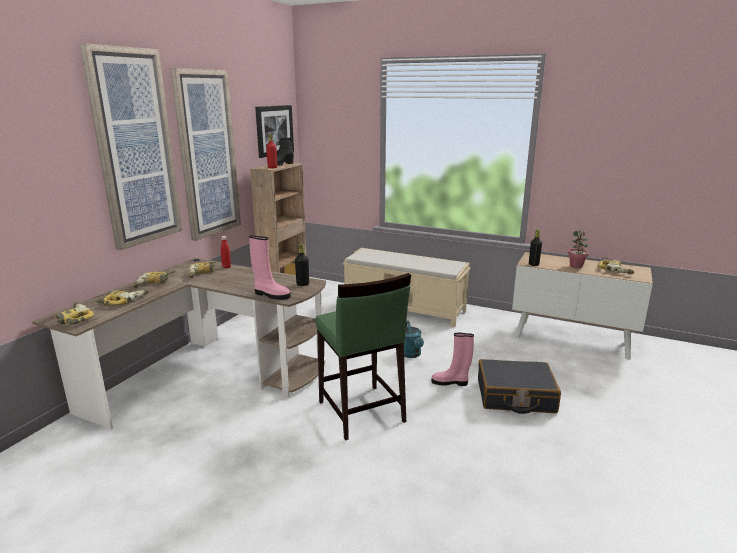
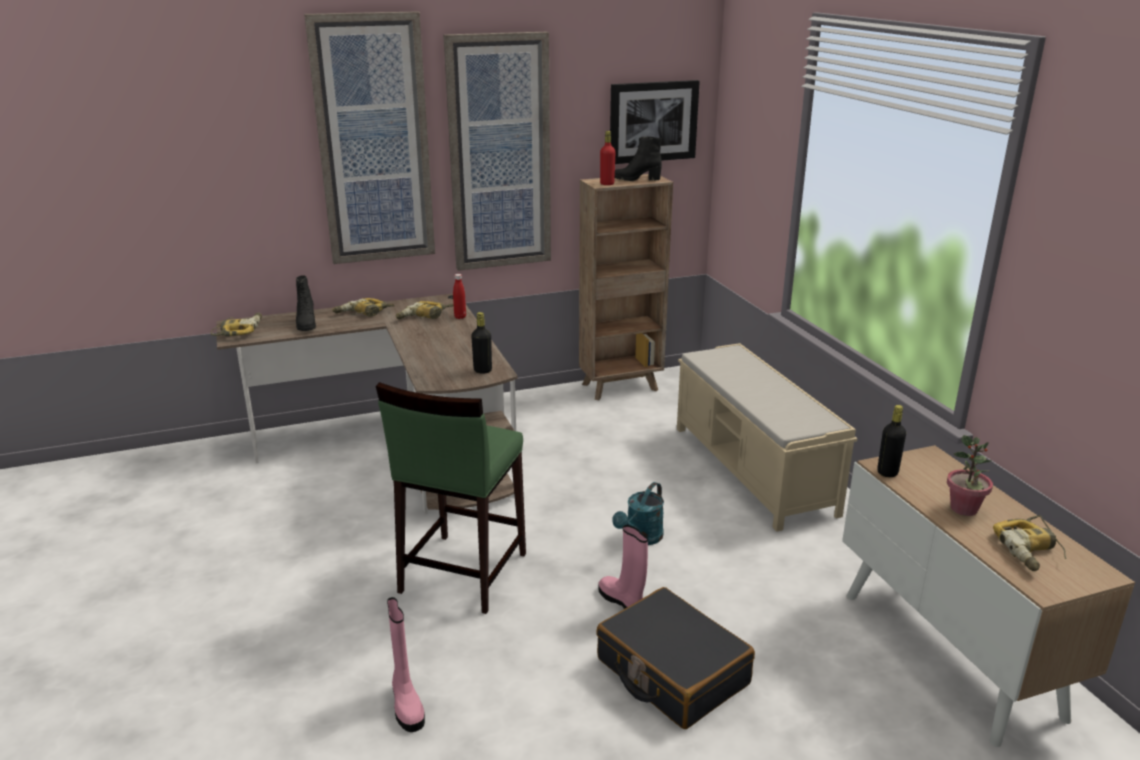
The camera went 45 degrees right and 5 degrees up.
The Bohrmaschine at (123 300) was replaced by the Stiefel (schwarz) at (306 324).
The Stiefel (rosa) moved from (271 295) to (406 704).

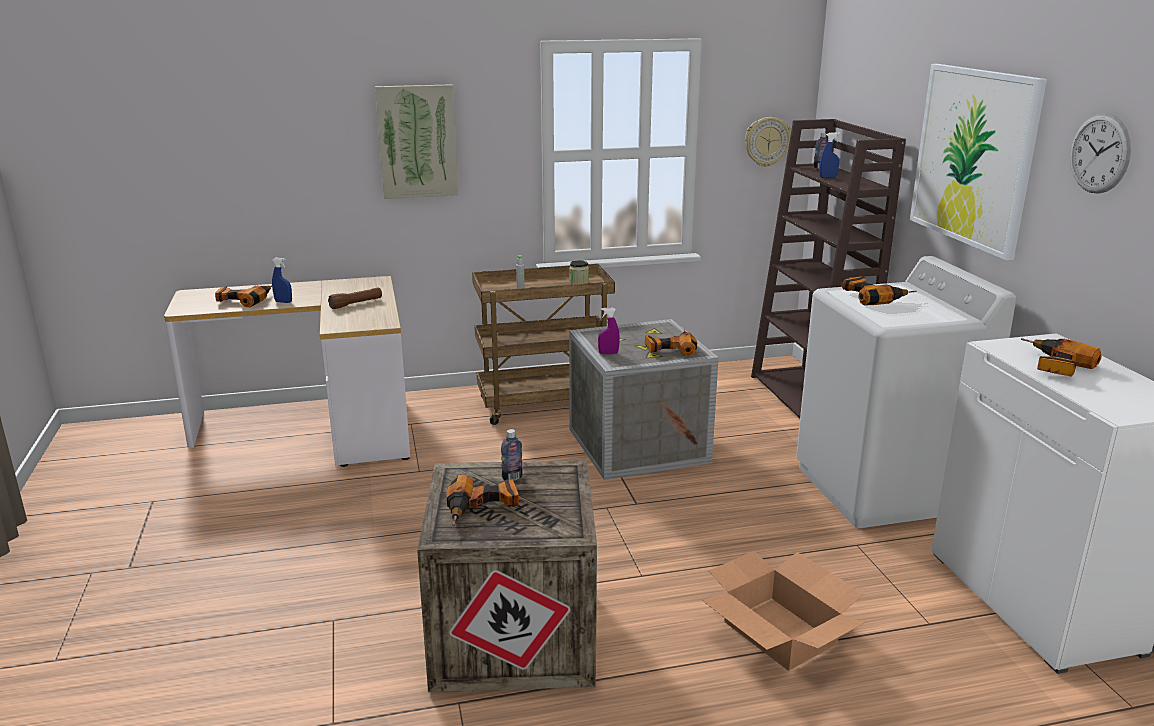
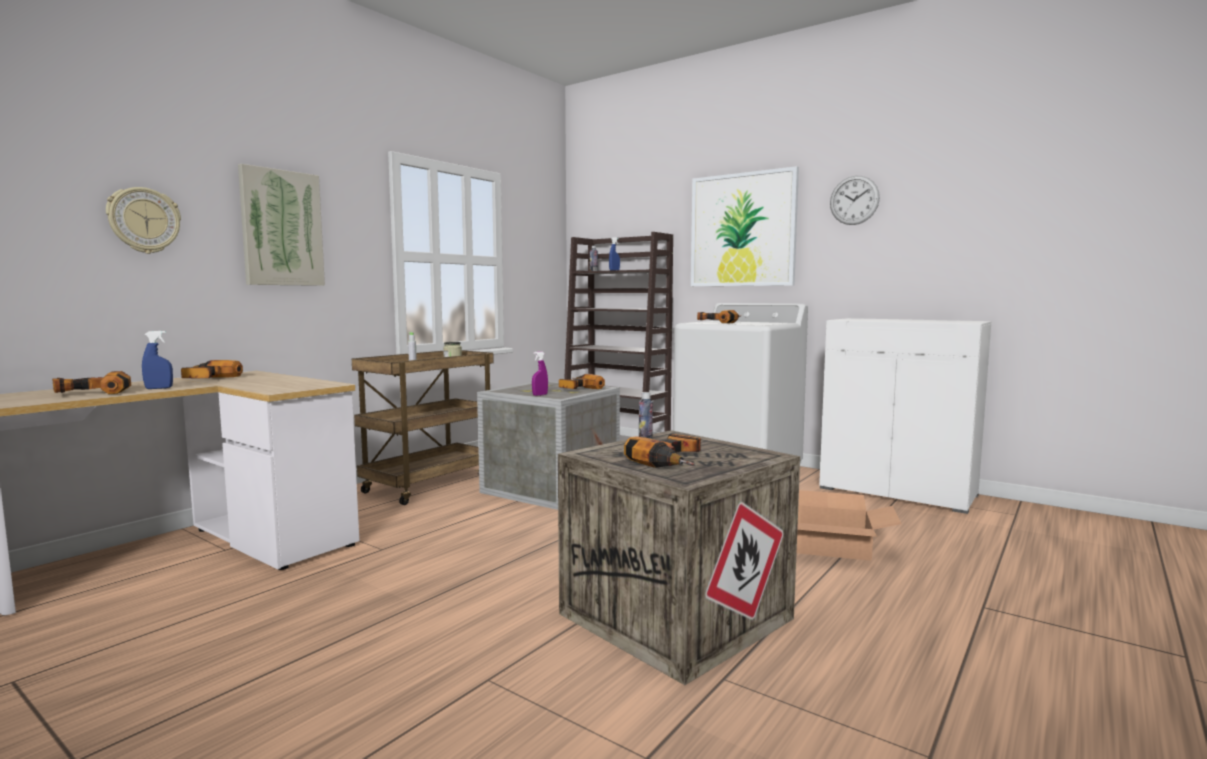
The camera went 40 degrees left and 15 degrees down.
The Taschenlampe (braun) at (356 304) disappeared.
The Wanduhr moved from (766 141) to (144 220).
The Bohrmaschine moved from (1053 366) to (204 379).

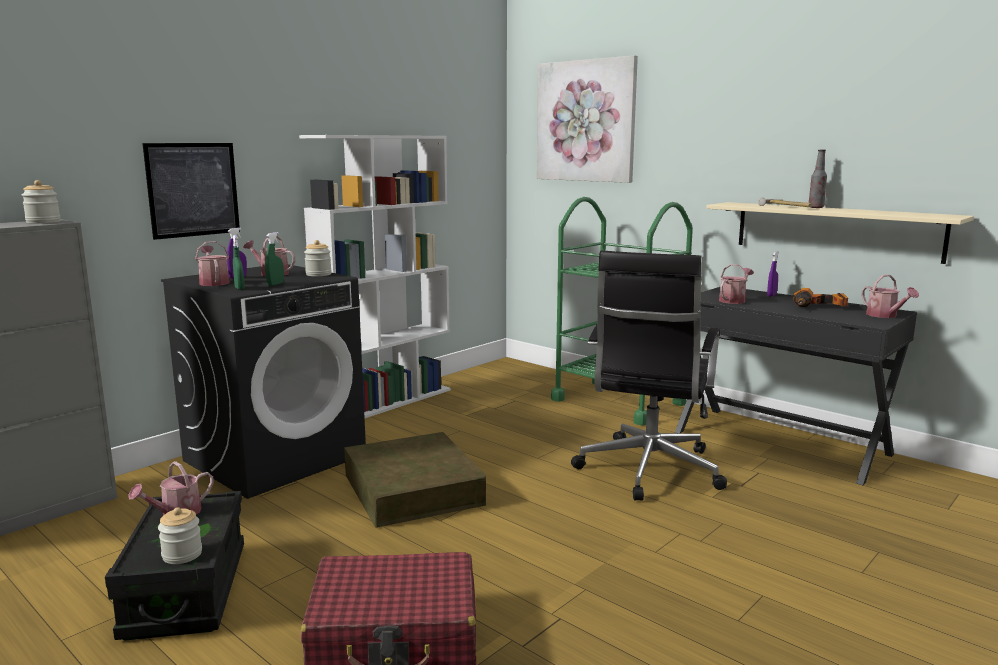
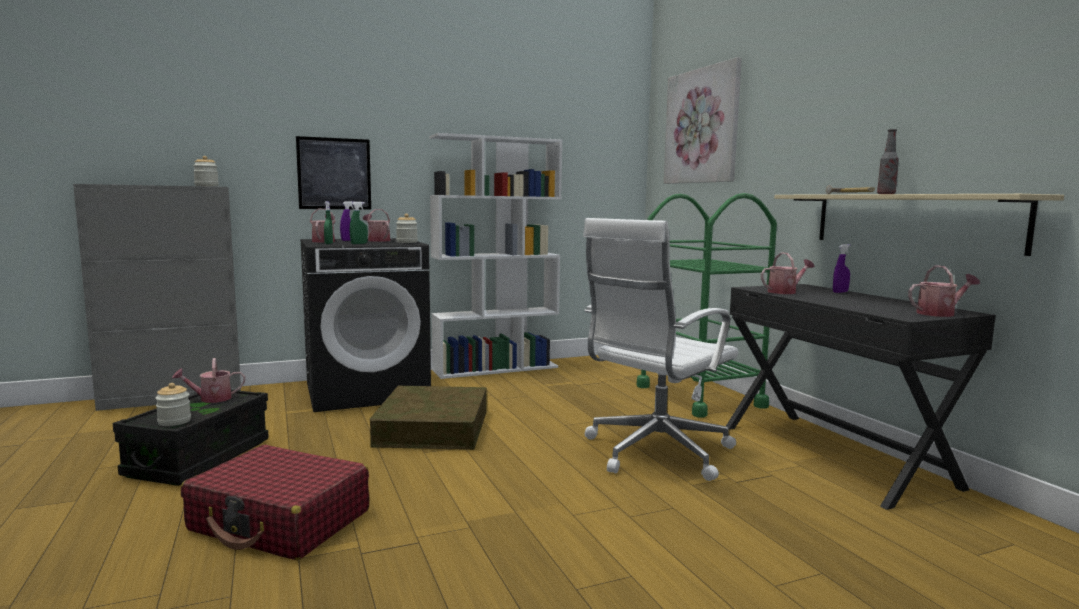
The camera went 25 degrees right and 5 degrees down.
The Bürostuhl (schwarz) at (648 471) became the Bürostuhl (weiß) at (654 452).
The Bohrmaschine at (819 307) disappeared.
The Gießkanne at (885 315) turned 105 degrees counterclockwise.

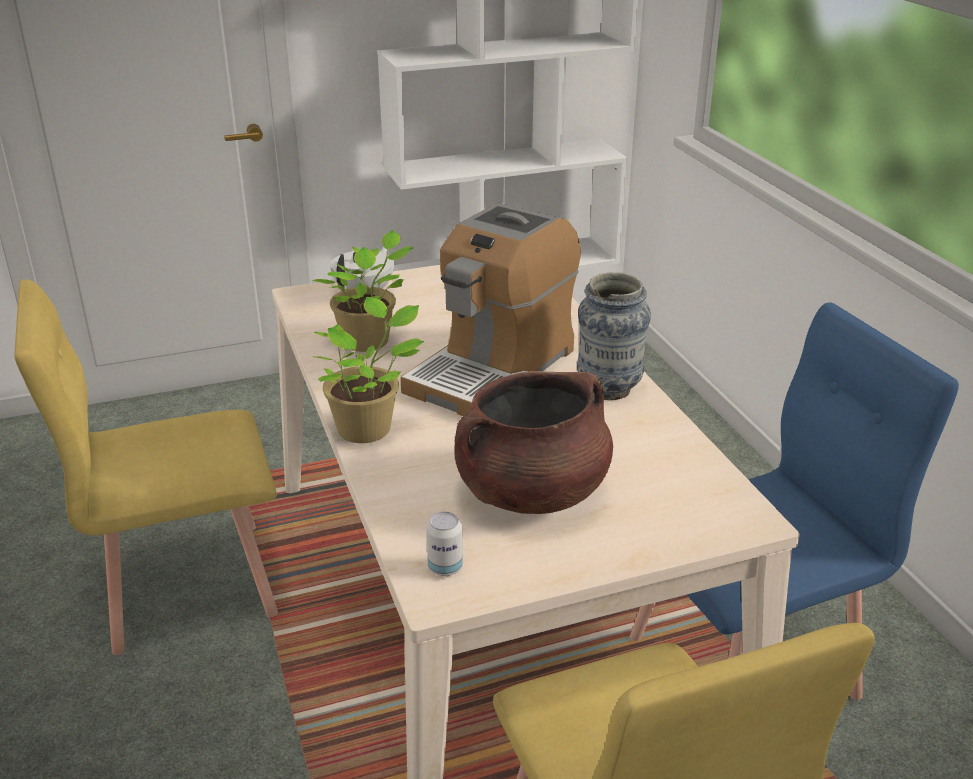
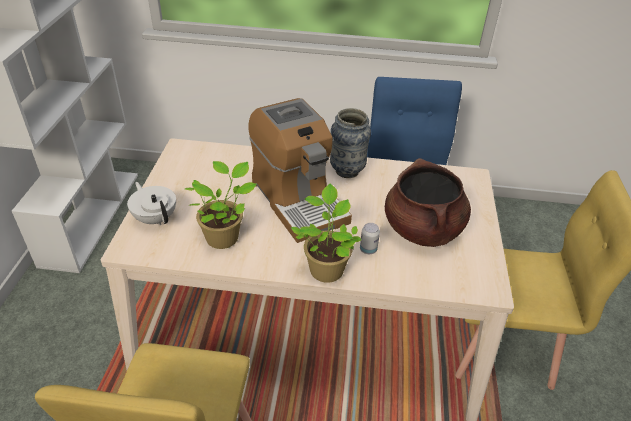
The camera went 65 degrees left and 10 degrees up.
The Dose moved from (445 568) to (368 249).

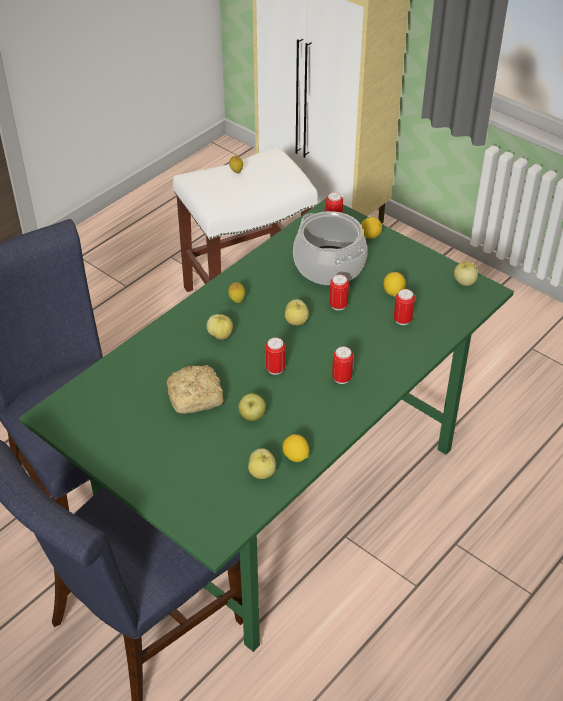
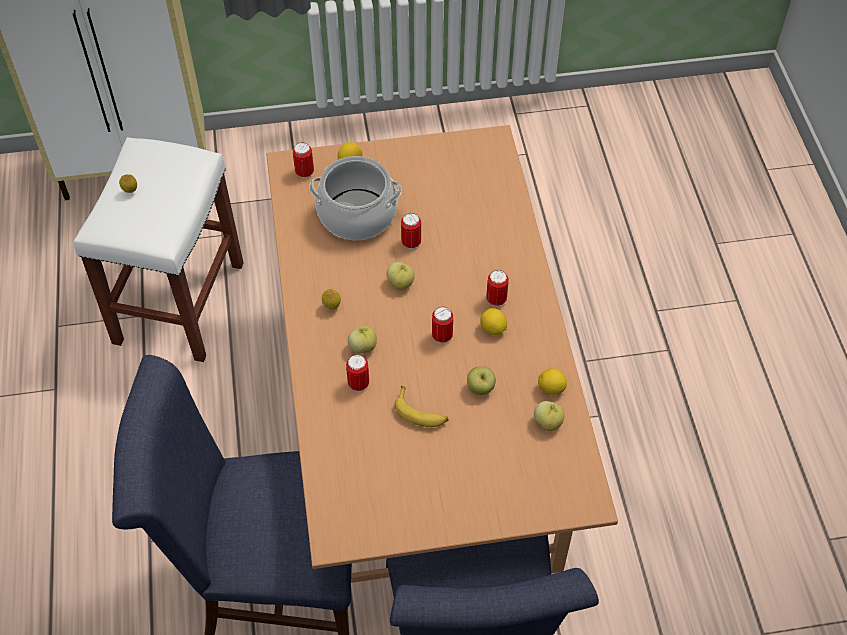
The camera went 50 degrees left and 10 degrees up.
The Esstisch (grün) at (281 490) became the Esstisch (braun) at (426 438).
The Brot at (197 397) was replaced by the Banane at (421 412).
The Zitrone moved from (393 292) to (493 329).
The Dose moved from (402 320) to (358 384).
The Apfel at (464 282) disappeared.

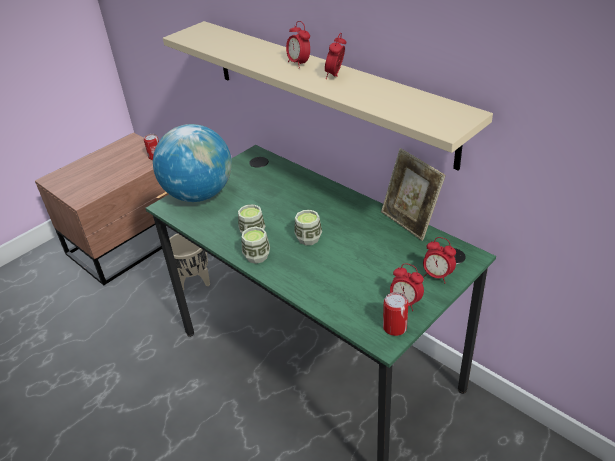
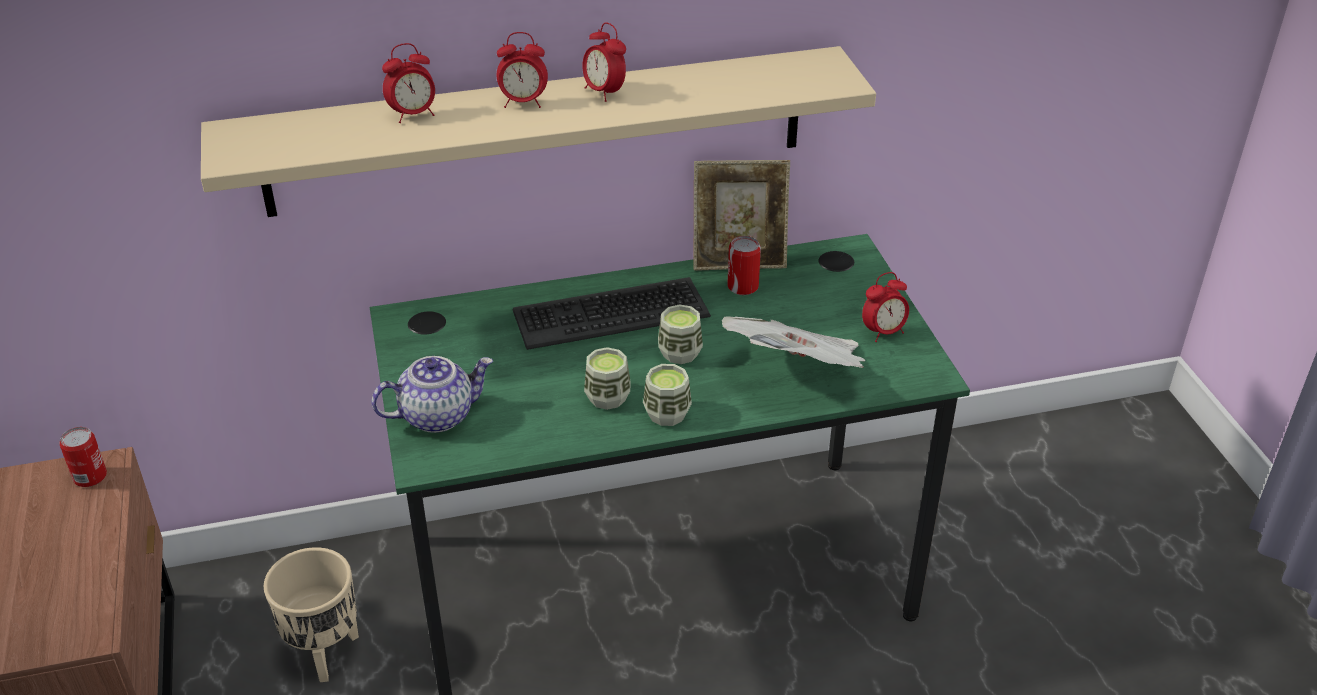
The camera went 60 degrees left and 0 degrees up.
The Globus at (199 194) was replaced by the Teekanne at (437 415).
The Dose moved from (394 327) to (743 286).
The Wecker moved from (437 276) to (413 115).
The Tastatur at (610 313) appeared.
The Zeitung at (798 371) appeared.

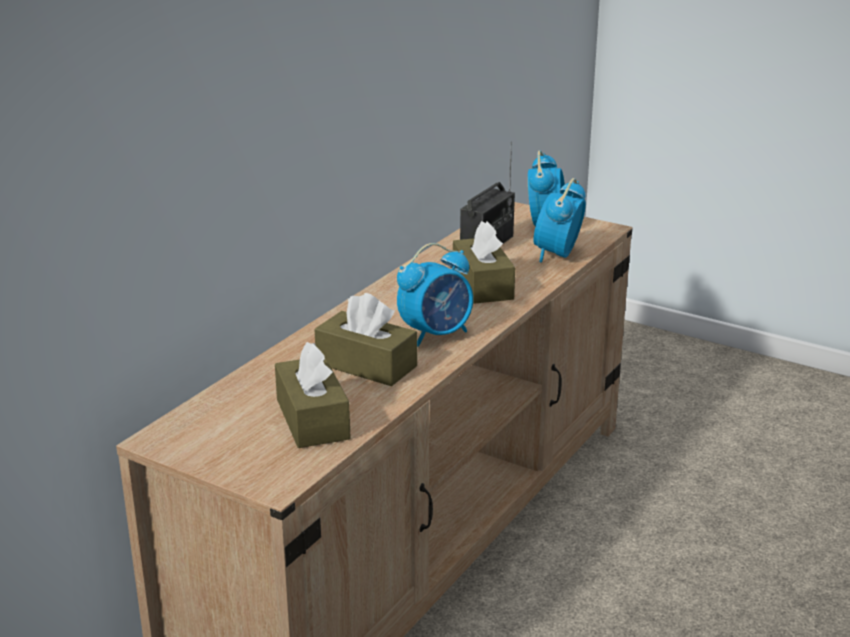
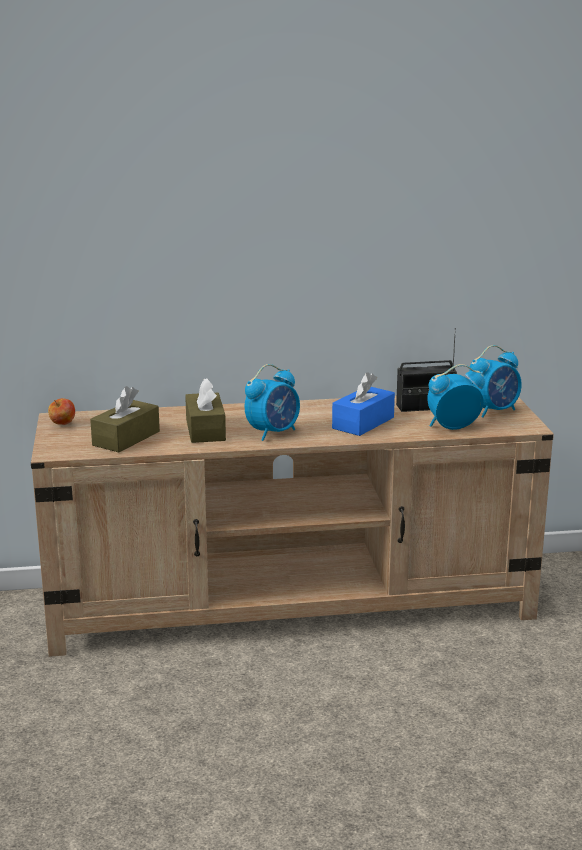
The camera went 50 degrees right and 5 degrees down.
The Wecker at (436 334) turned 60 degrees counterclockwise.
The Taschentuchbox (braun) at (482 285) became the Taschentuchbox (blau) at (363 423).
The Apfel at (63 424) appeared.

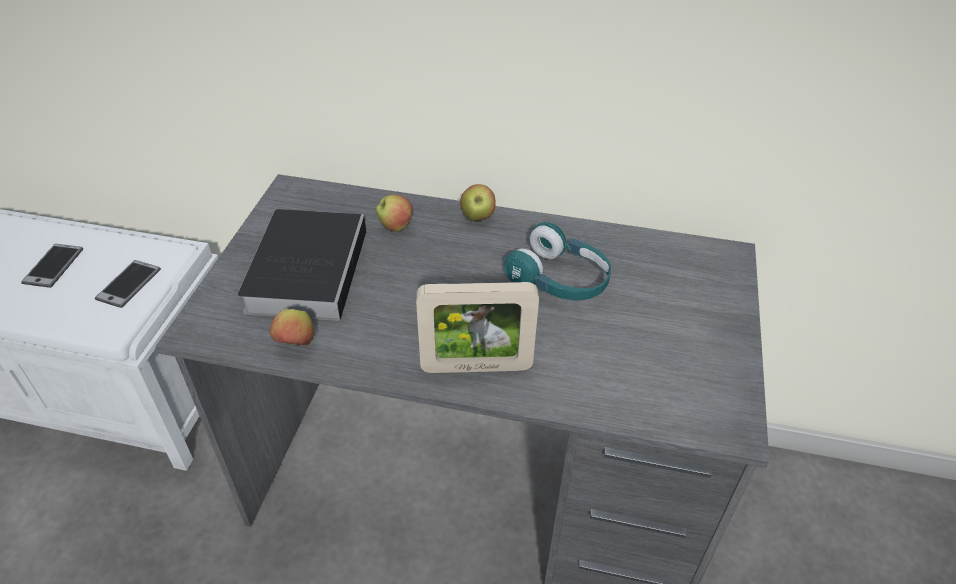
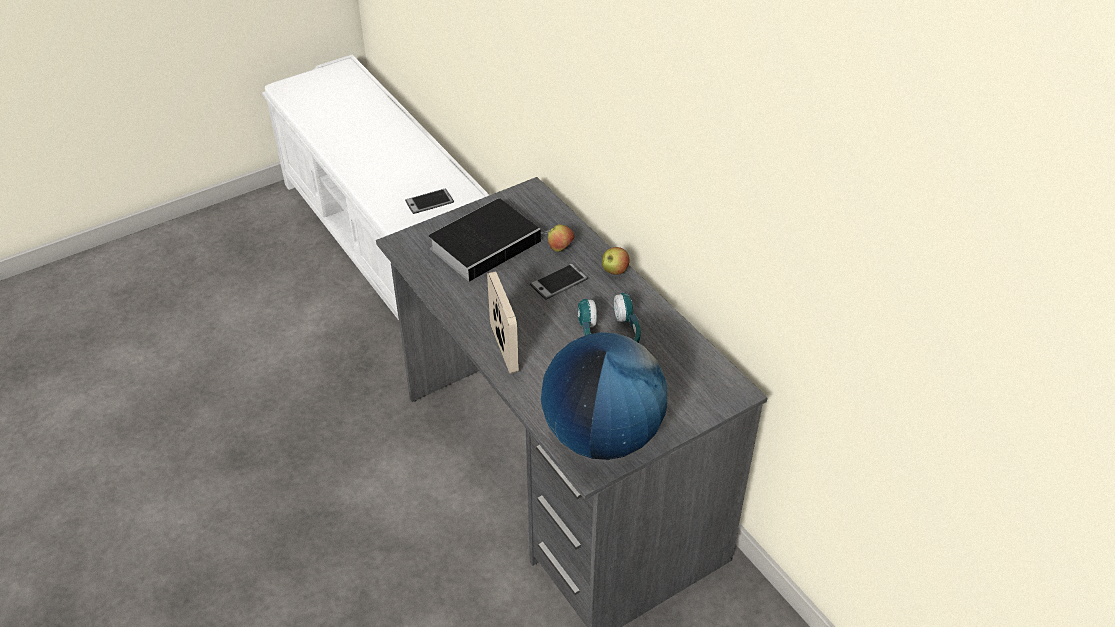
The camera went 45 degrees right and 0 degrees up.
The Handy moved from (53 266) to (558 282).
The Apfel at (296 344) disappeared.
The Bilderrahmen at (476 367) turned 150 degrees counterclockwise.
The Globus at (602 436) appeared.

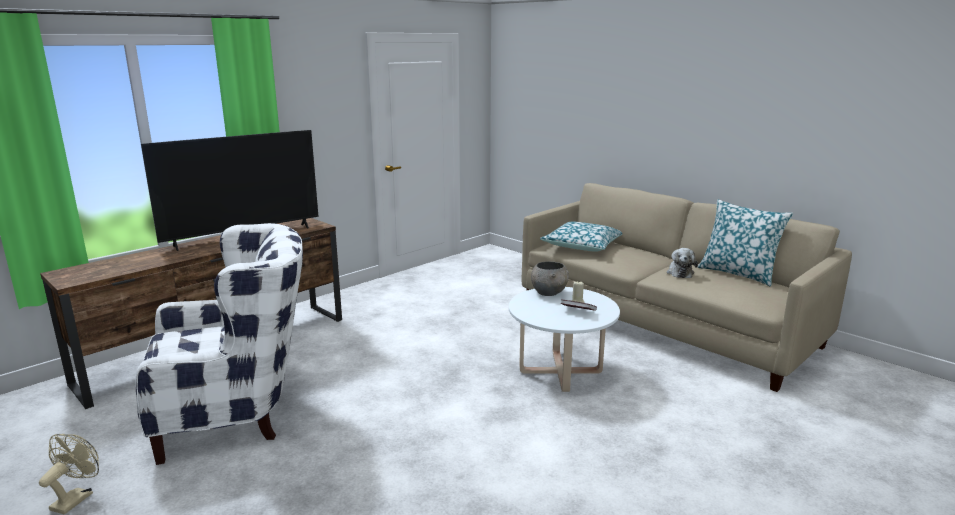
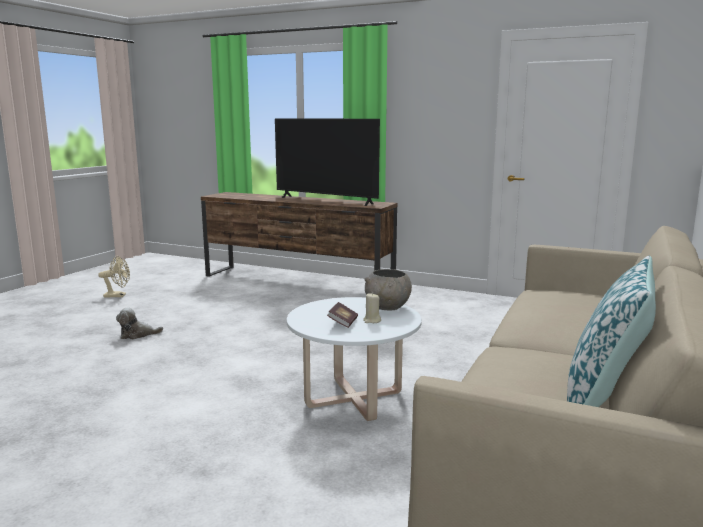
The camera went 70 degrees right and 5 degrees down.
The Sessel (weiß) at (237 412) disappeared.
The Kissen at (582 245) disappeared.
The Plüschtier moved from (680 272) to (137 335).

